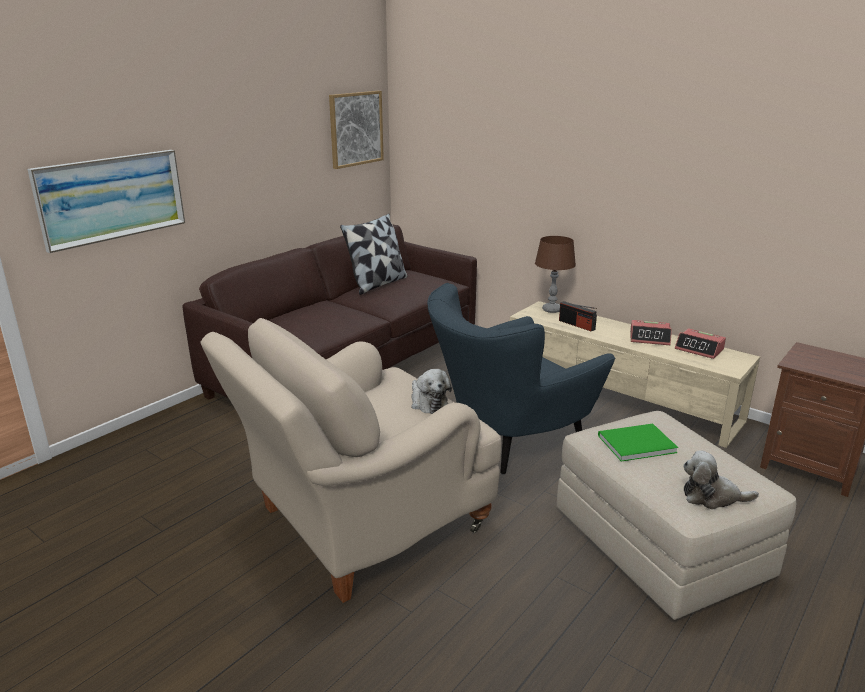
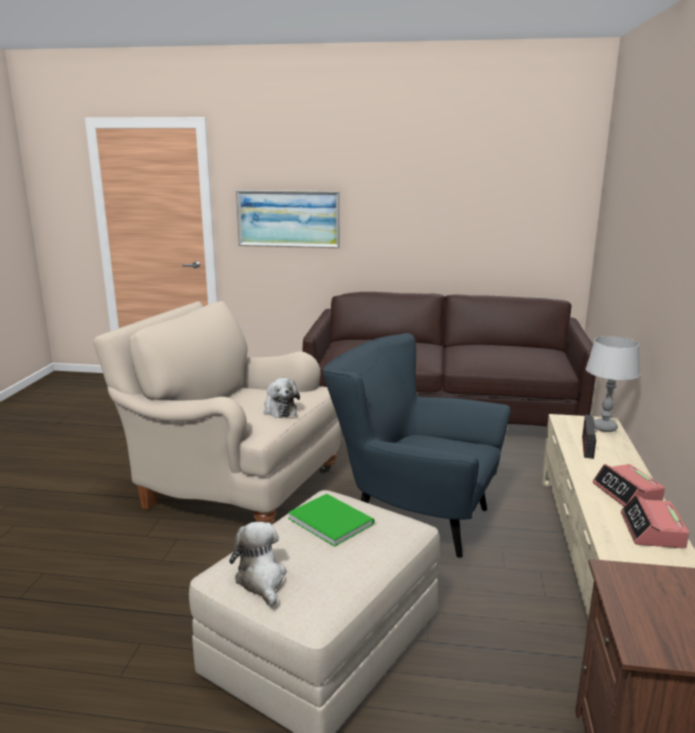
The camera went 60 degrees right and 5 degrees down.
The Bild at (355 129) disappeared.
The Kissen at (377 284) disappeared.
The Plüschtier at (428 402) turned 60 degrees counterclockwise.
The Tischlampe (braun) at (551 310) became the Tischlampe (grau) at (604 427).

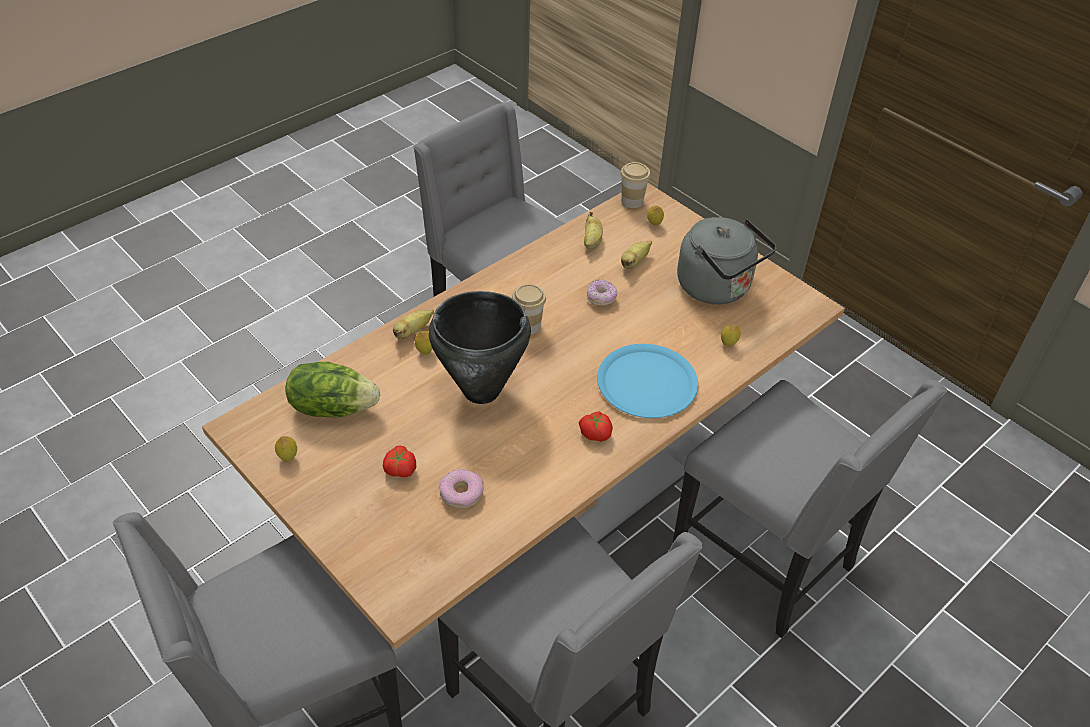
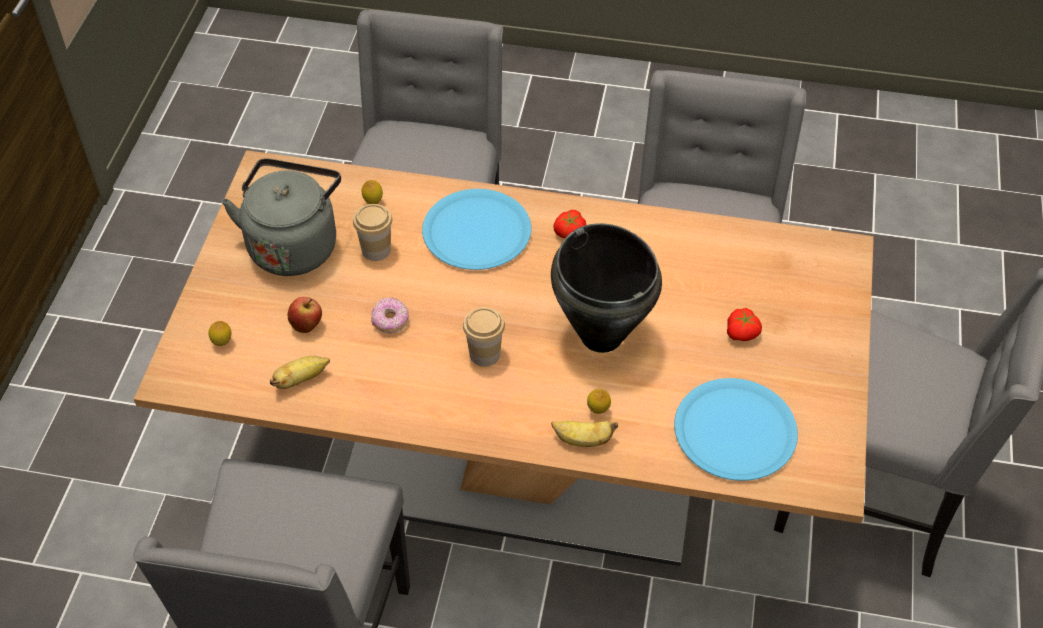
The camera went 125 degrees left and 5 degrees up.
The Zitrone at (288 457) disappeared.
The Salatkopf at (332 407) was replaced by the Teller (blau) at (734 431).
The Donut at (461 493) disappeared.
The Tasse moved from (632 201) to (376 250).
The Banane at (634 262) was replaced by the Apfel at (307 325).

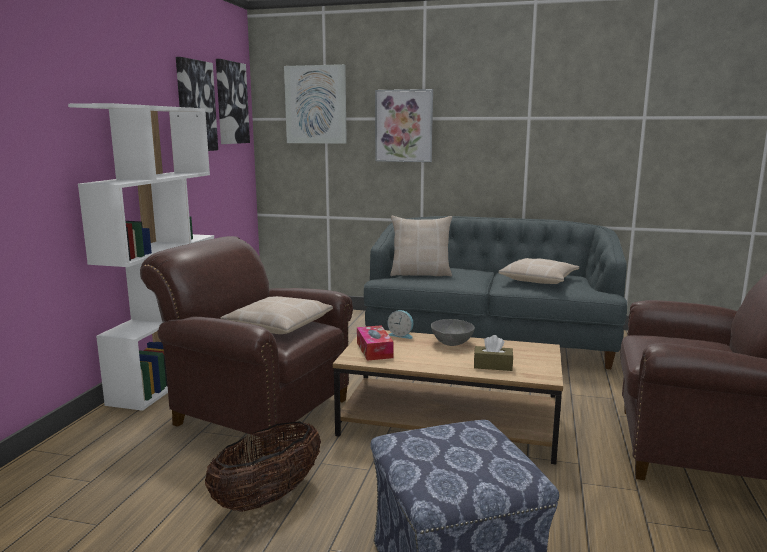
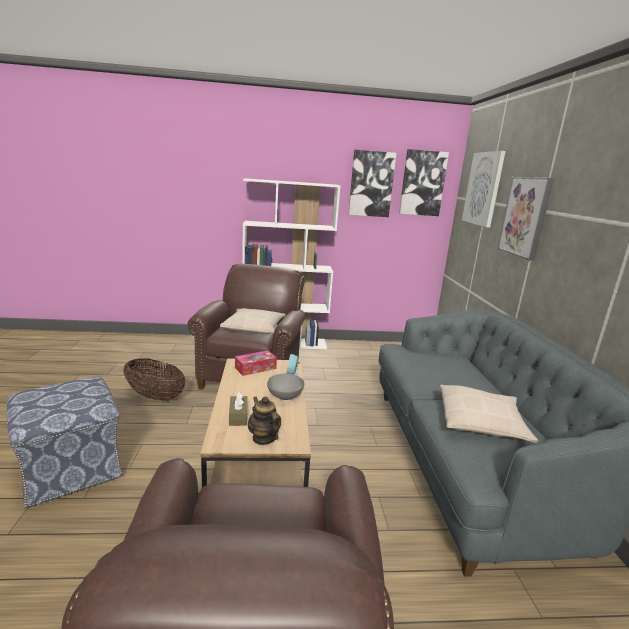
The camera went 70 degrees right and 5 degrees up.
The Kissen (beige) at (420 274) disappeared.
The Teekanne at (264 438) appeared.

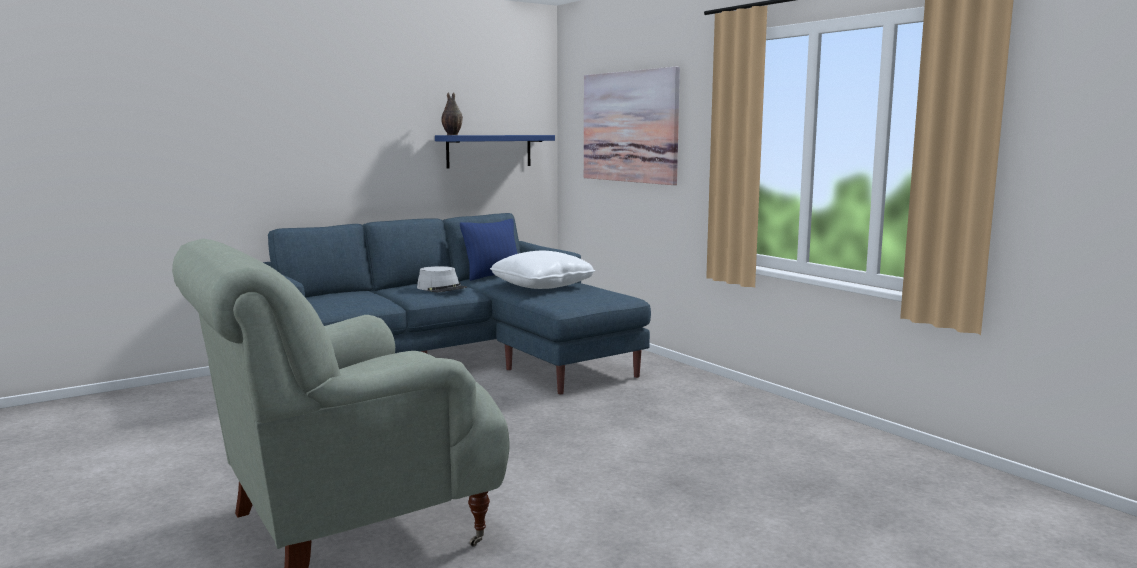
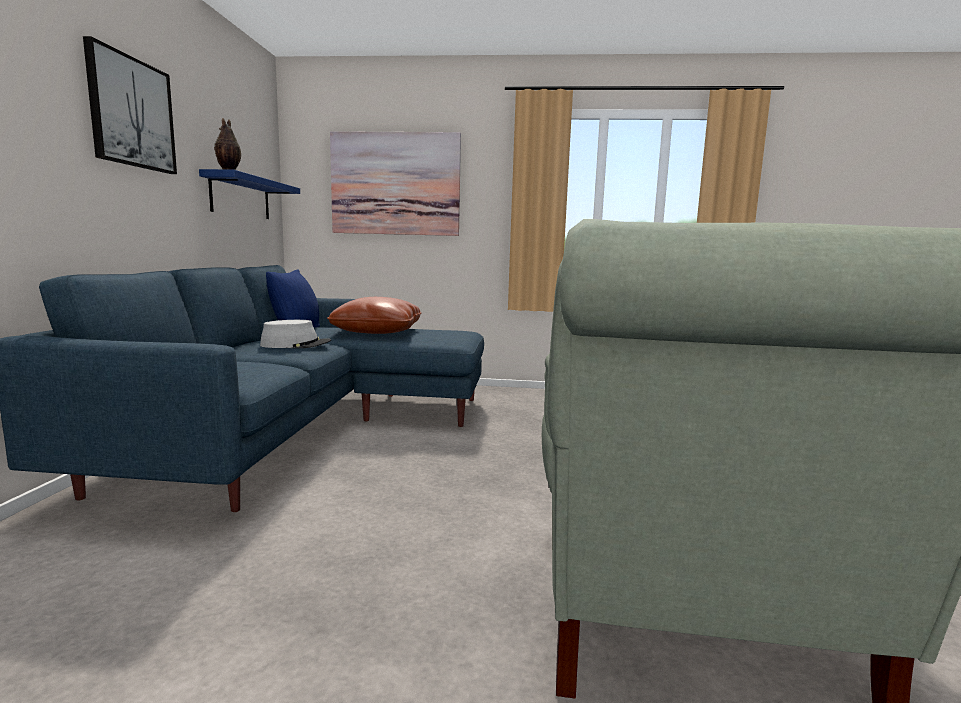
The camera went 50 degrees left and 0 degrees up.
The Kissen (weiß) at (542 286) became the Kissen (braun) at (378 332).
The Bild at (131 113) appeared.

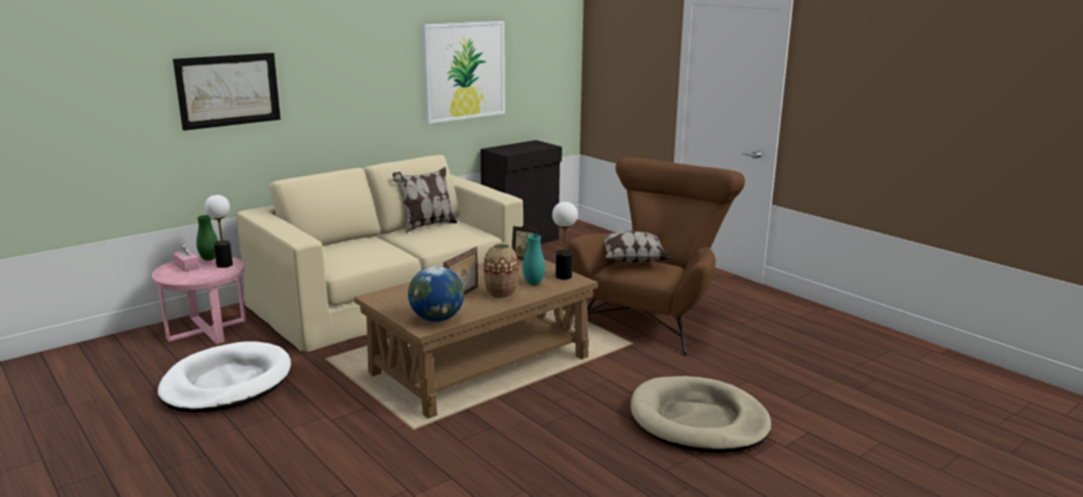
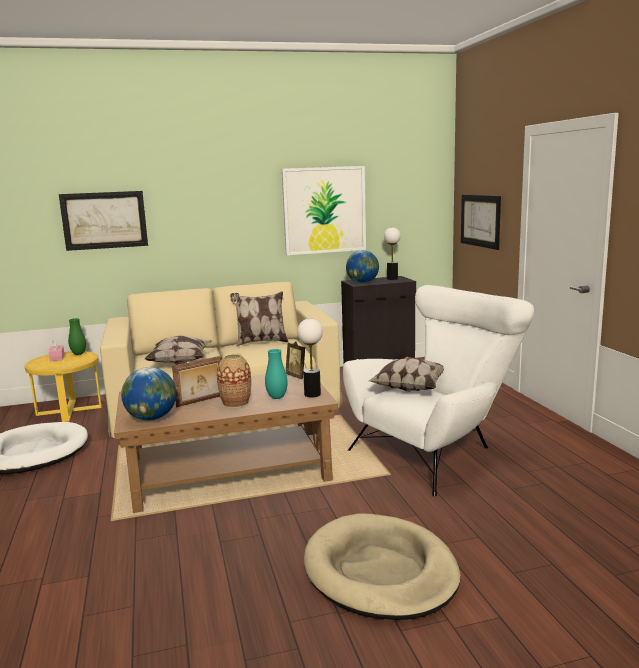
The camera went 25 degrees right and 5 degrees down.
The Beistelltisch (rosa) at (207 330) became the Beistelltisch (gelb) at (69 410).
The Tischlampe moved from (224 265) to (392 279).
The Sessel (braun) at (652 318) became the Sessel (weiß) at (435 451).
The Kissen at (181 362) appeared.
The Globus at (362 283) appeared.
The Bild at (480 221) appeared.

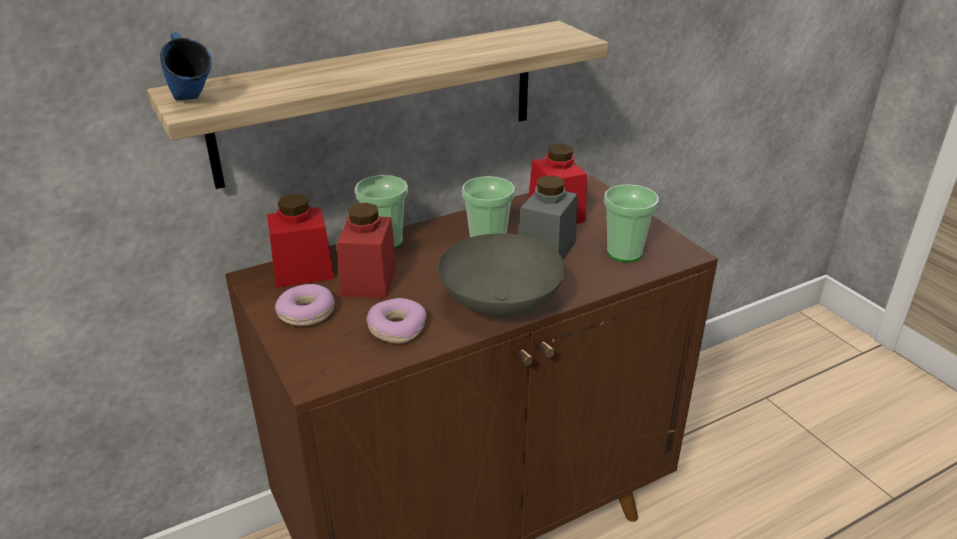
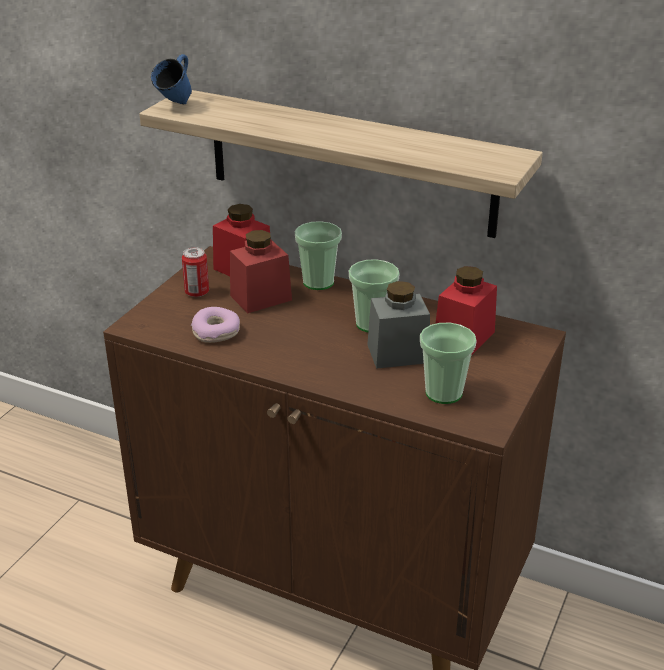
The camera went 55 degrees right and 0 degrees up.
The Donut at (306 313) was replaced by the Dose at (197 293).
The Schüssel (grau) at (502 305) disappeared.

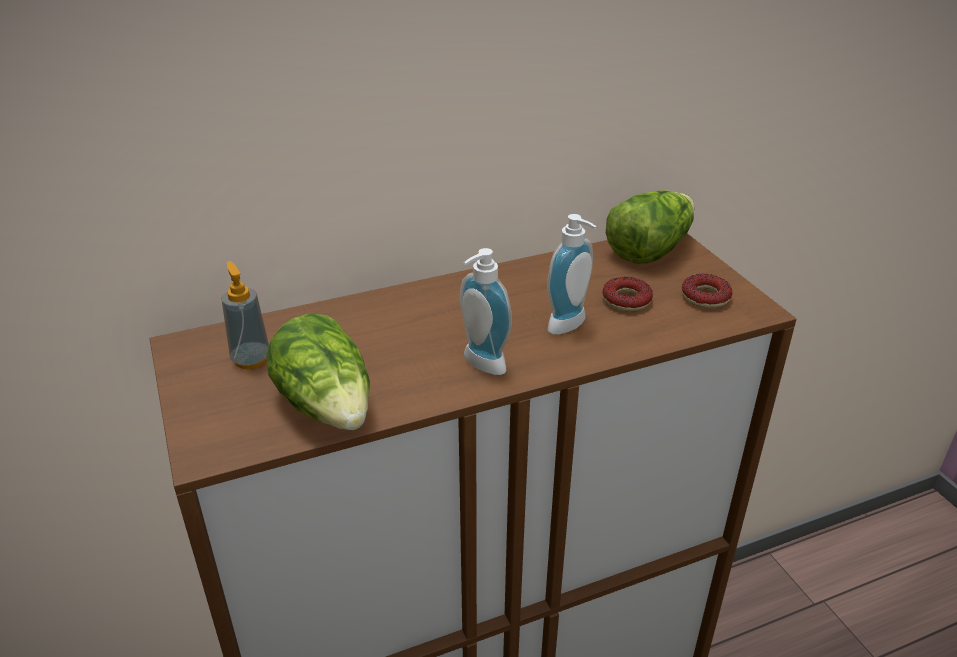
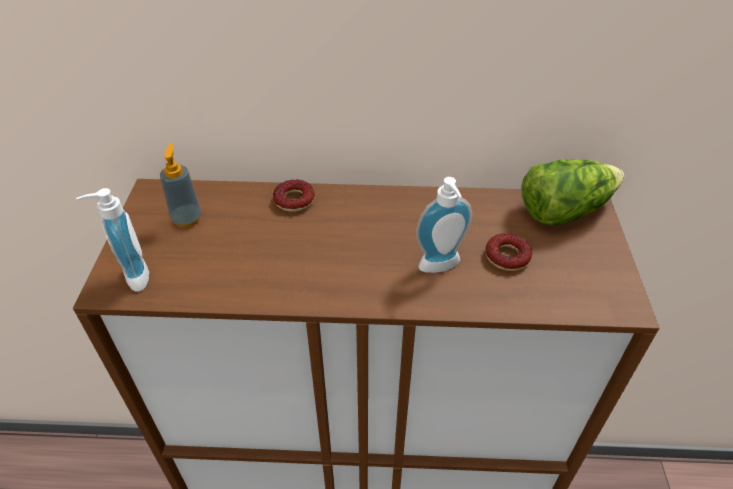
The camera went 25 degrees right and 10 degrees up.
The Salatkopf at (328 406) disappeared.
The Seifenspender moved from (480 365) to (132 277).
The Donut moved from (705 297) to (294 200).

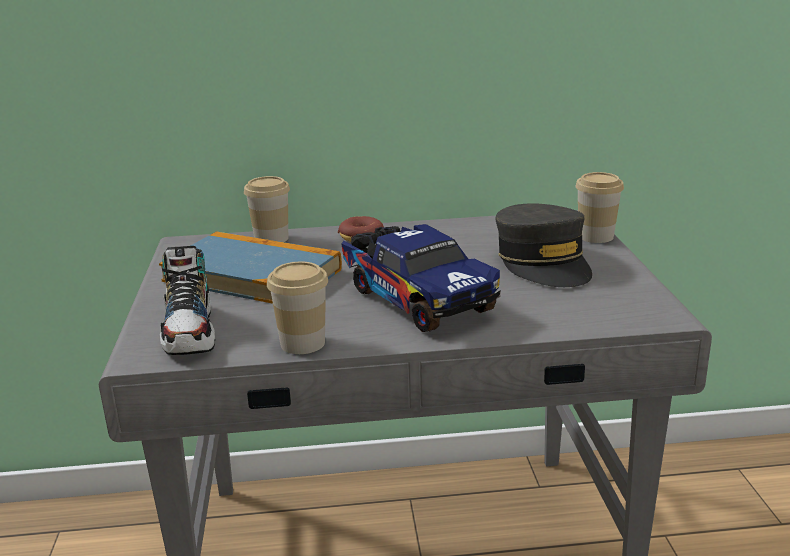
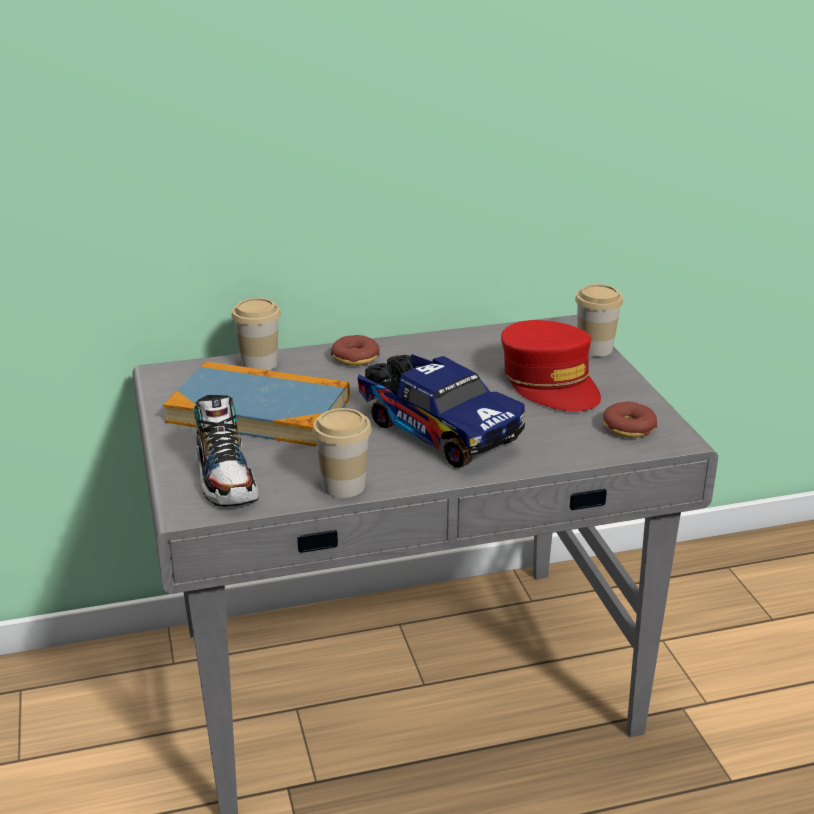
The camera went 10 degrees left and 5 degrees up.
The Kappe (grau) at (543 262) became the Kappe (rot) at (550 383).
The Donut at (628 428) appeared.

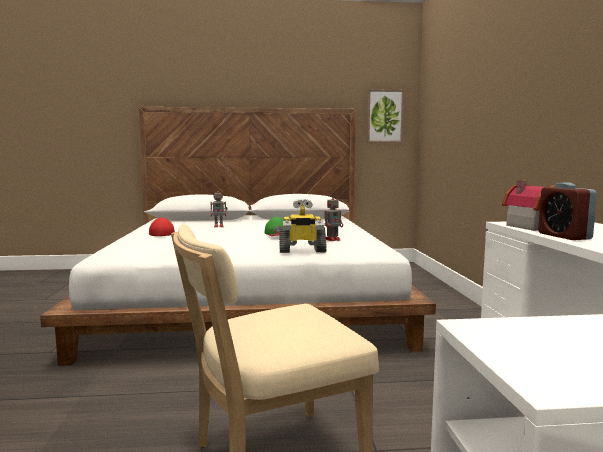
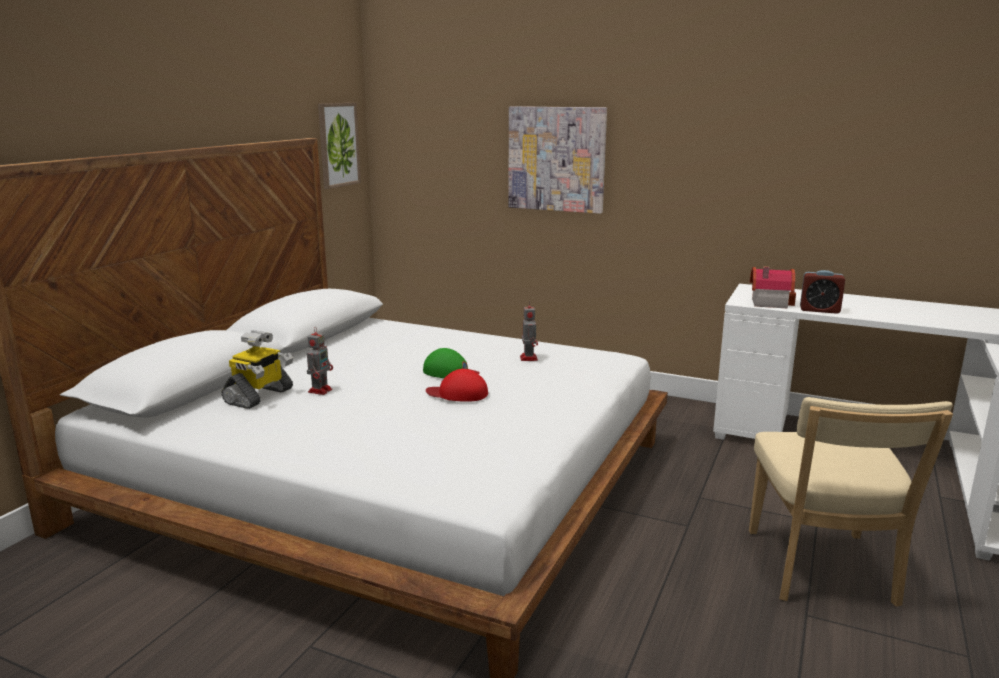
The camera went 60 degrees left and 10 degrees up.
The Kappe (rot) moved from (161 233) to (458 393).
The Spielzeugroboter moved from (302 250) to (259 396).
The Bild at (556 159) appeared.

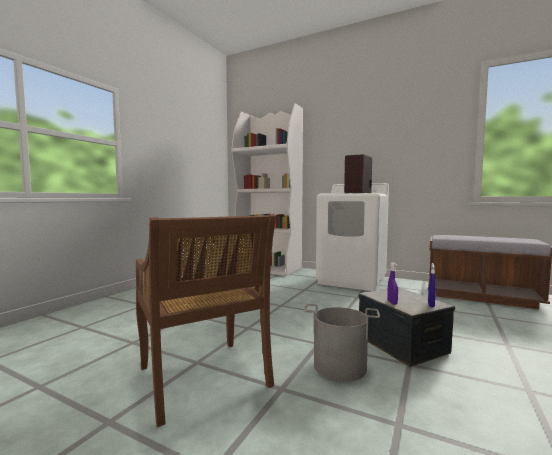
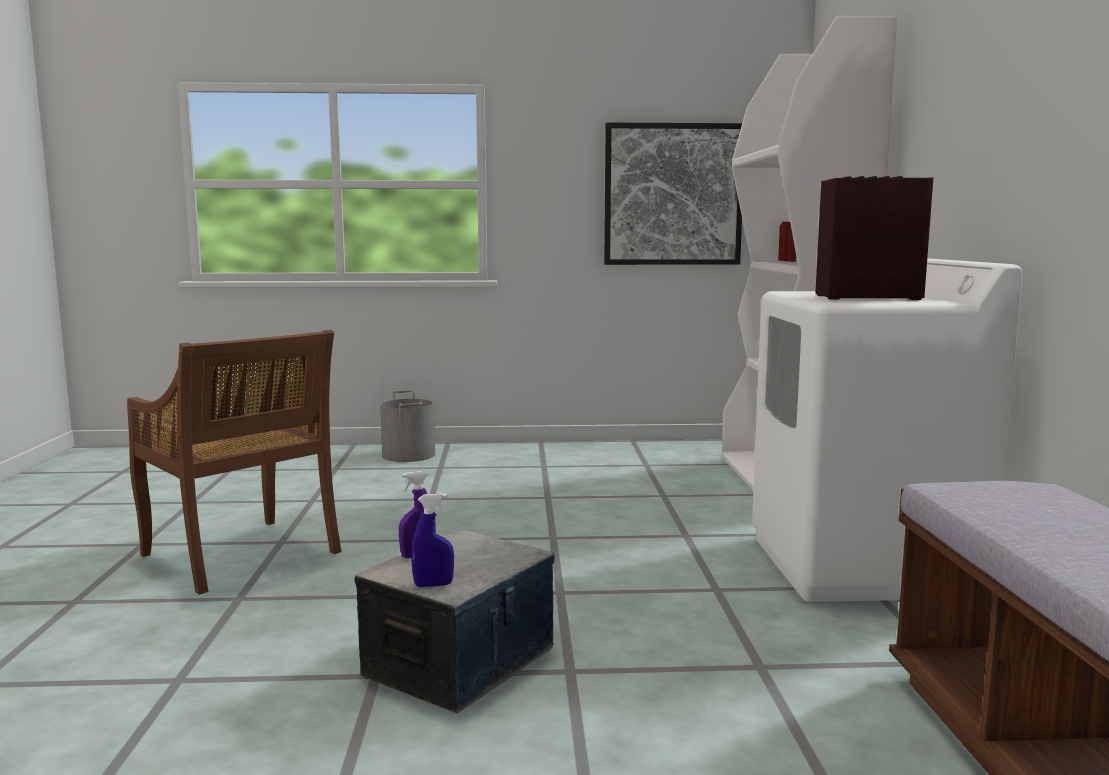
The camera went 60 degrees right and 5 degrees up.
The Stuhl (braun) at (204 378) turned 75 degrees counterclockwise.
The Eimer (grau) moved from (339 366) to (409 455).
The Bild at (673 194) appeared.

